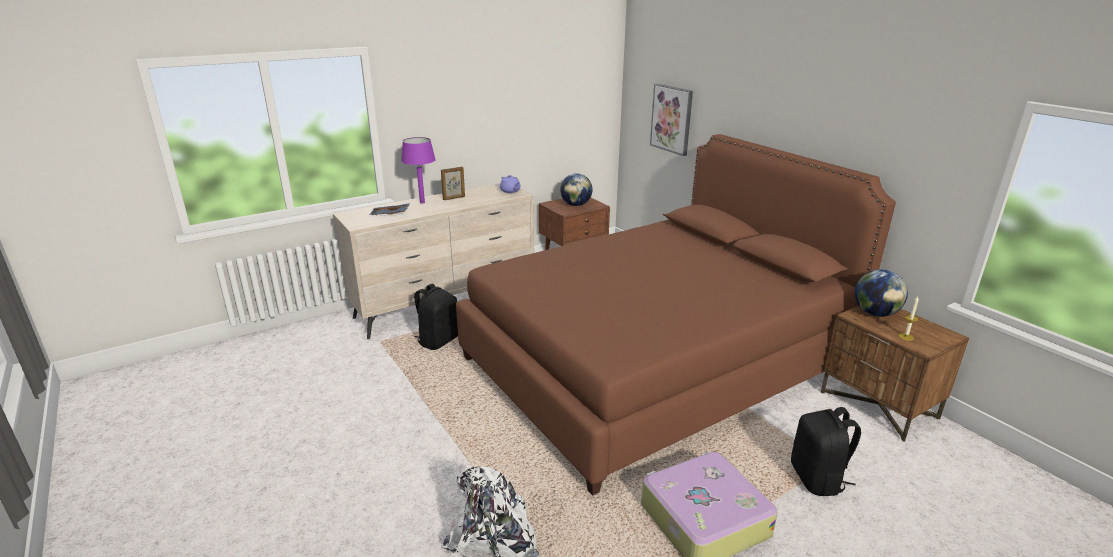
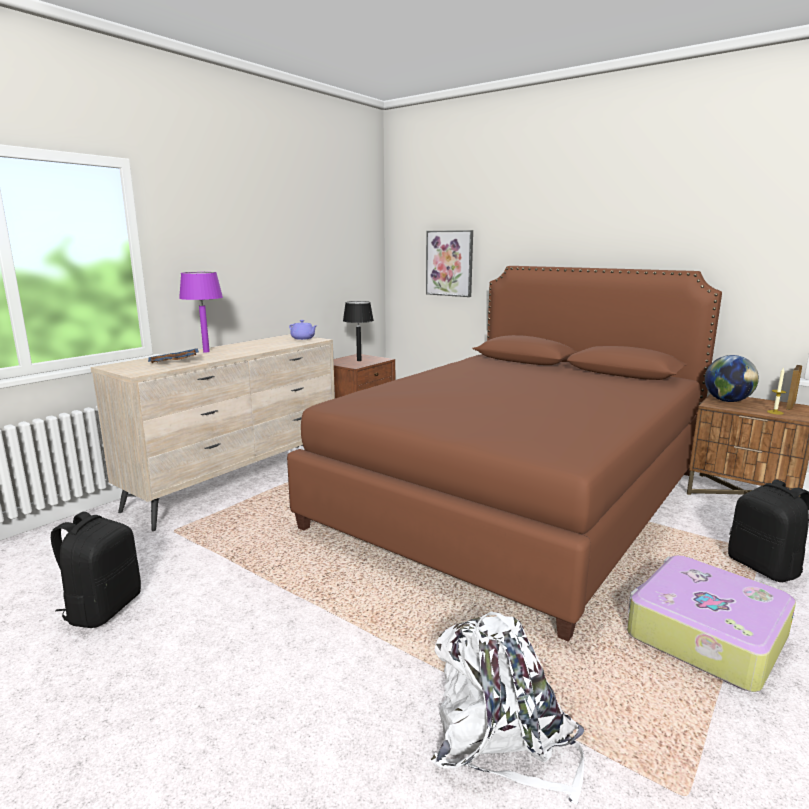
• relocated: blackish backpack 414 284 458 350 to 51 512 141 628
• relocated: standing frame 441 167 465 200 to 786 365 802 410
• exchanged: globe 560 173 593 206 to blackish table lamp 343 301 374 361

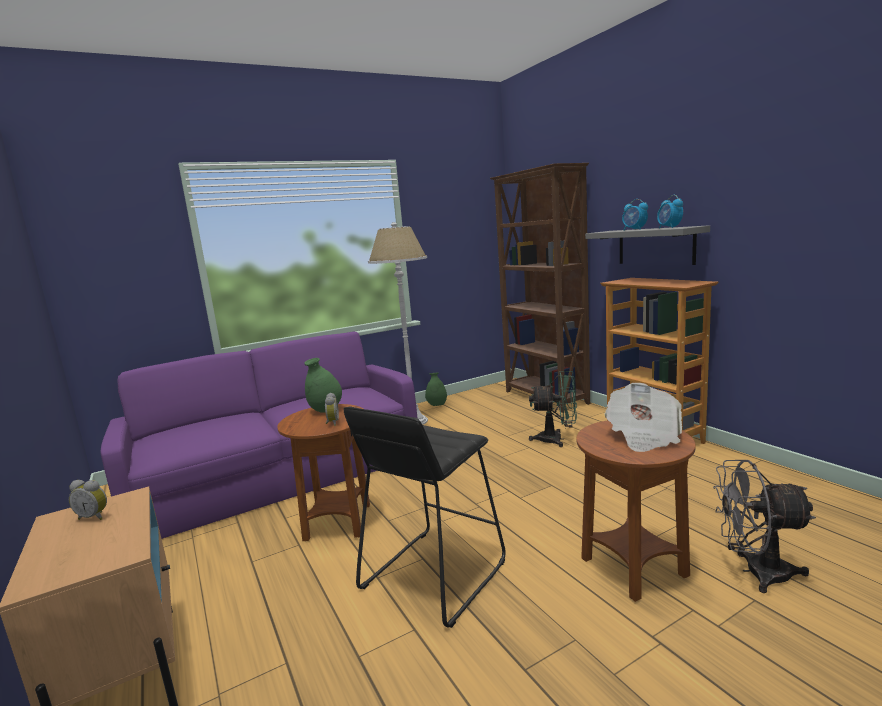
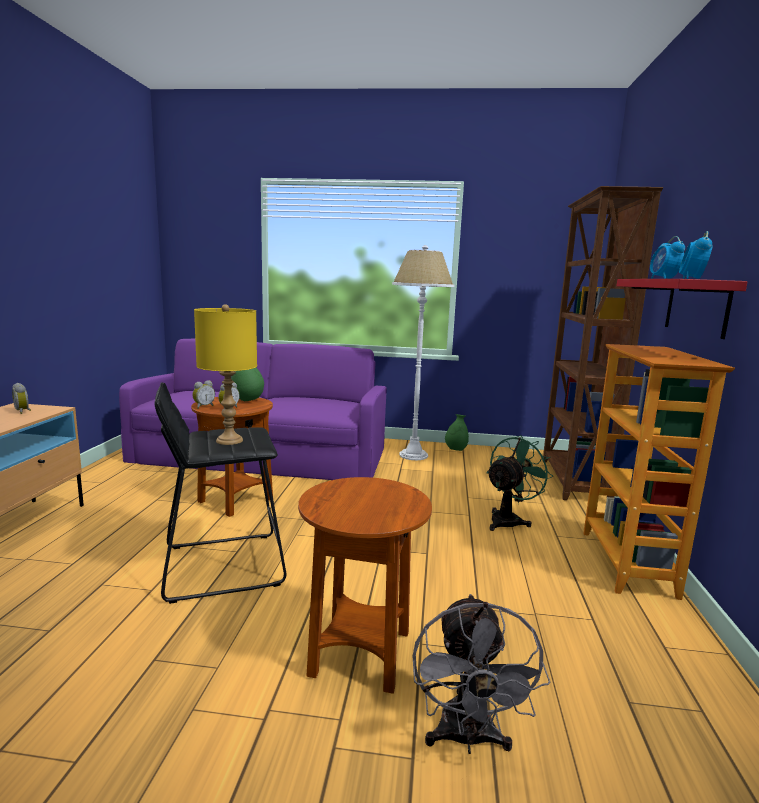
• missing: printed paper 605 383 682 452
• appeared: bedside clock 193 380 215 409
• appeared: yellow-coloured table lamp 194 304 257 445
• colour: greyish bracket shelf 585 225 710 265 to reddish bracket shelf 617 279 748 339
• spun: green-coloured cooling fan 529 371 577 447 = 486 435 553 531 90 degrees counterclockwise
• spun: greyish cooling fan 713 460 816 593 = 412 594 550 754 135 degrees counterclockwise

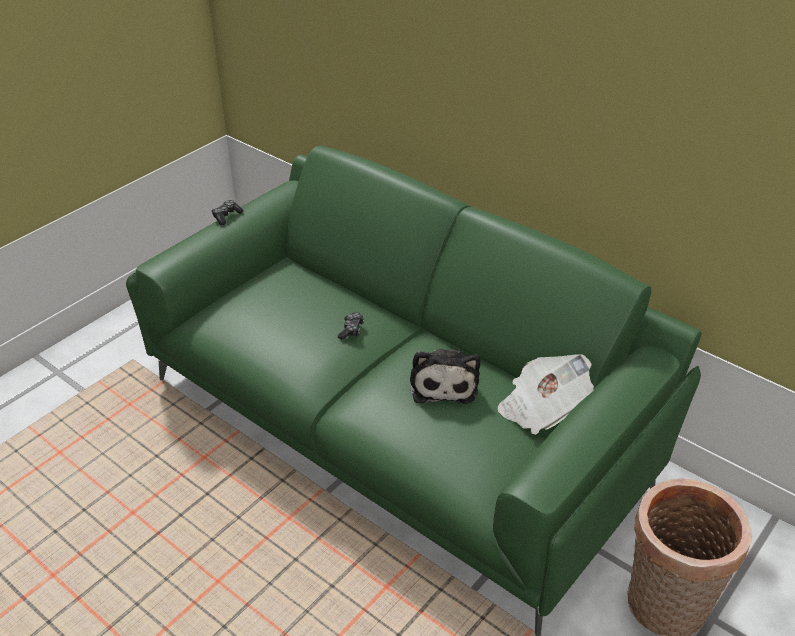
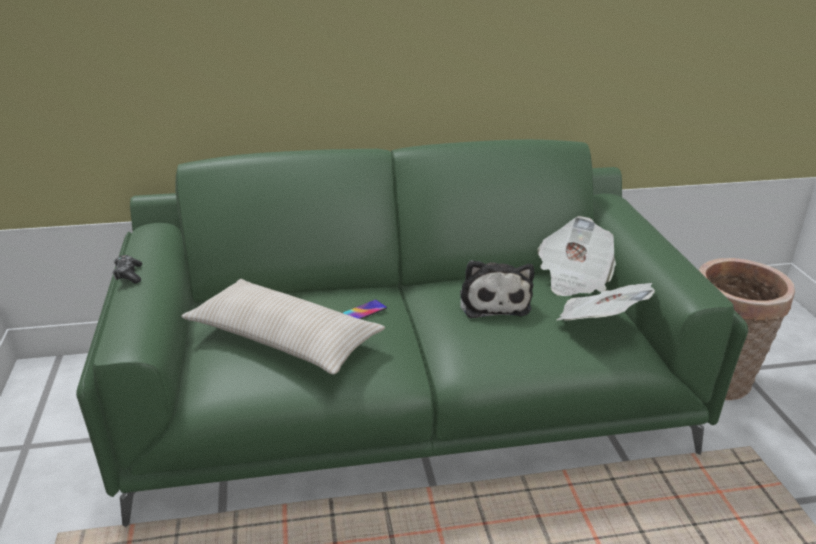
• appeared: beige-coloured cushion 182 279 385 374
• appeared: printed paper 556 283 655 321
• exchanged: joypad 338 312 364 339 to handset 343 300 387 319
• spun: plush toy 410 349 480 404 = 460 260 534 318 45 degrees clockwise

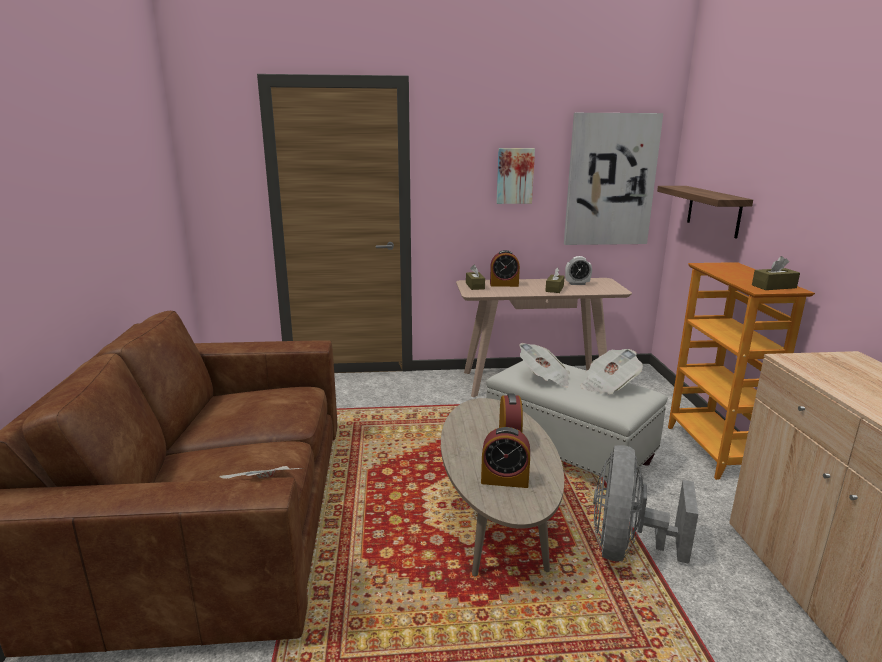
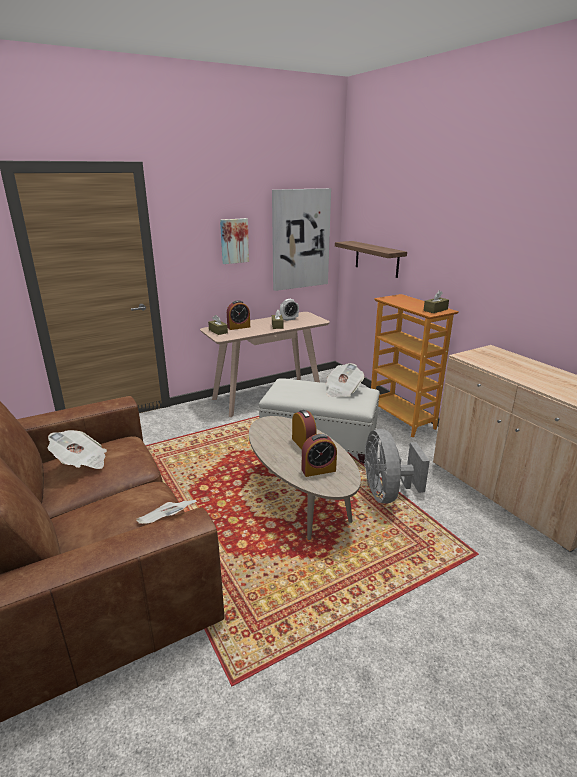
• relocated: printed paper 520 343 570 388 to 48 430 107 469

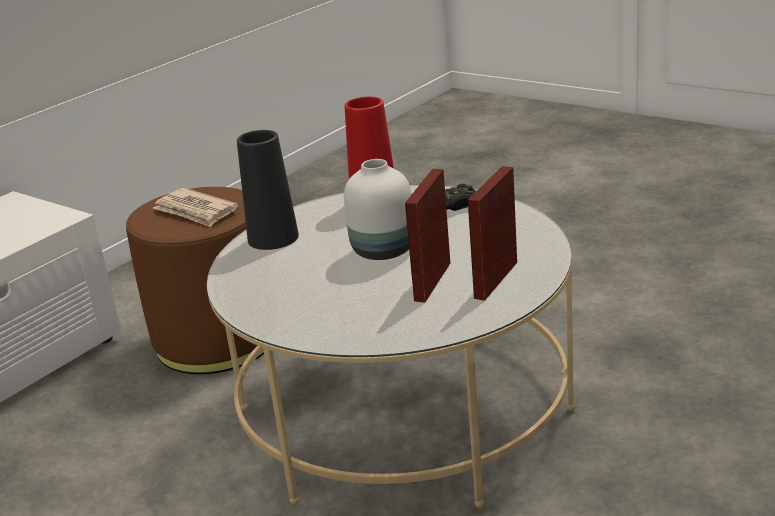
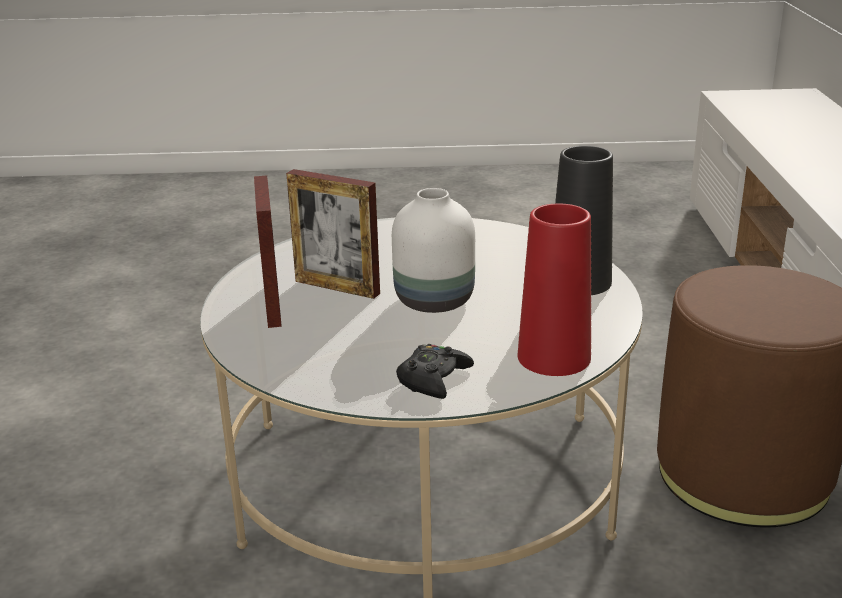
• missing: printed paper 153 188 238 227
• spun: standing frame 405 169 450 303 = 286 169 380 299 135 degrees clockwise

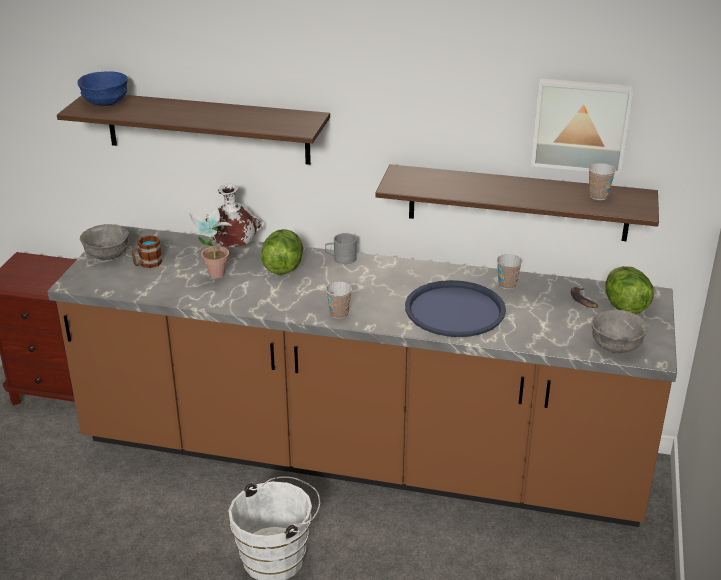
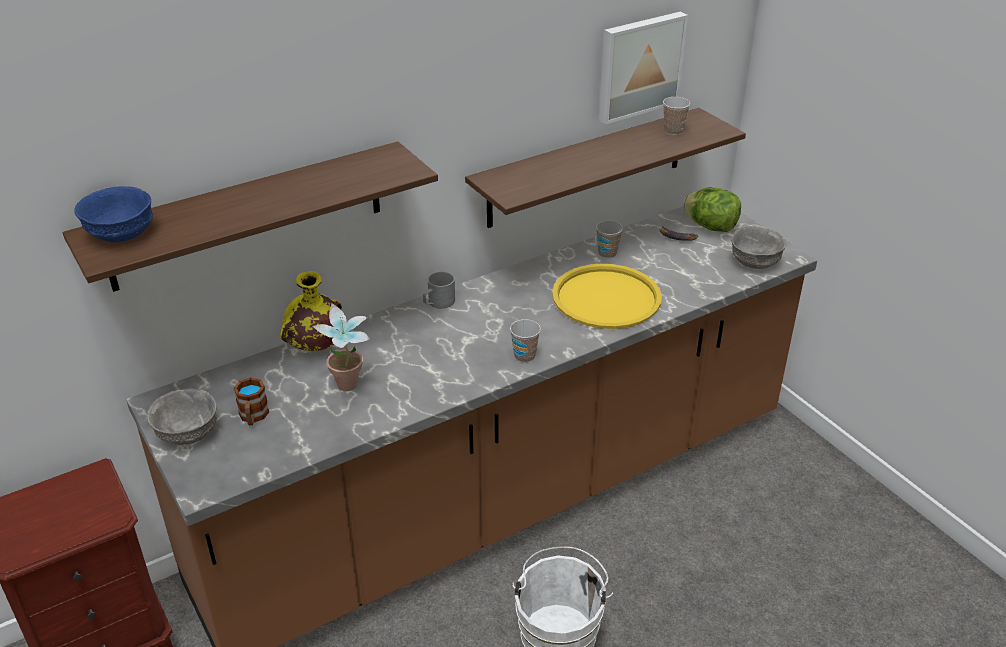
• missing: lettuce 261 229 303 275
• colour: whitish vase 205 184 262 247 to yellow-coloured vase 280 271 342 351
• colour: blue carrying tray 405 280 506 337 to yellow-coloured carrying tray 552 264 662 329

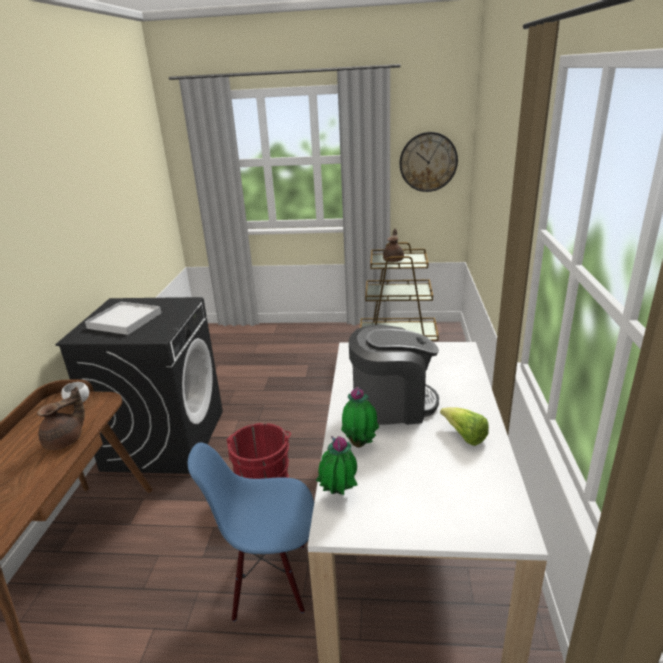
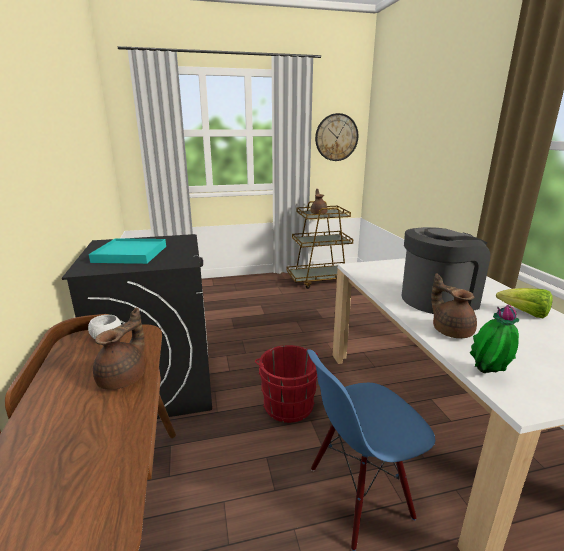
• exchanged: plant in a pot 341 387 379 447 to brown teapot 431 273 477 338
• colour: whitish carrying tray 85 302 161 335 to turquoise carrying tray 89 238 166 264

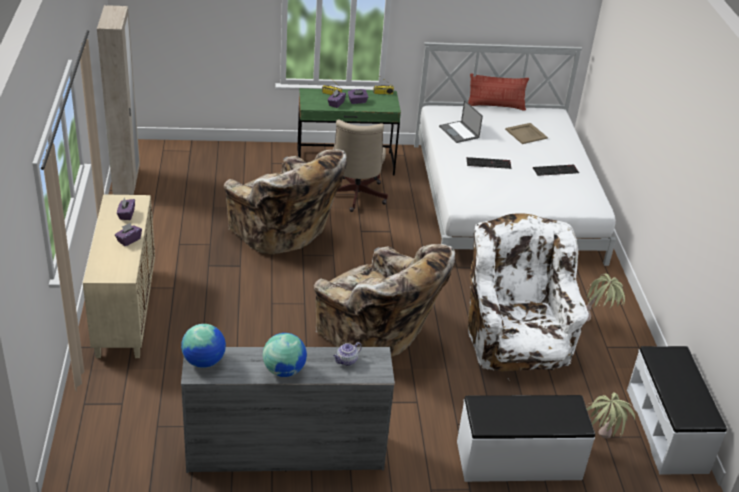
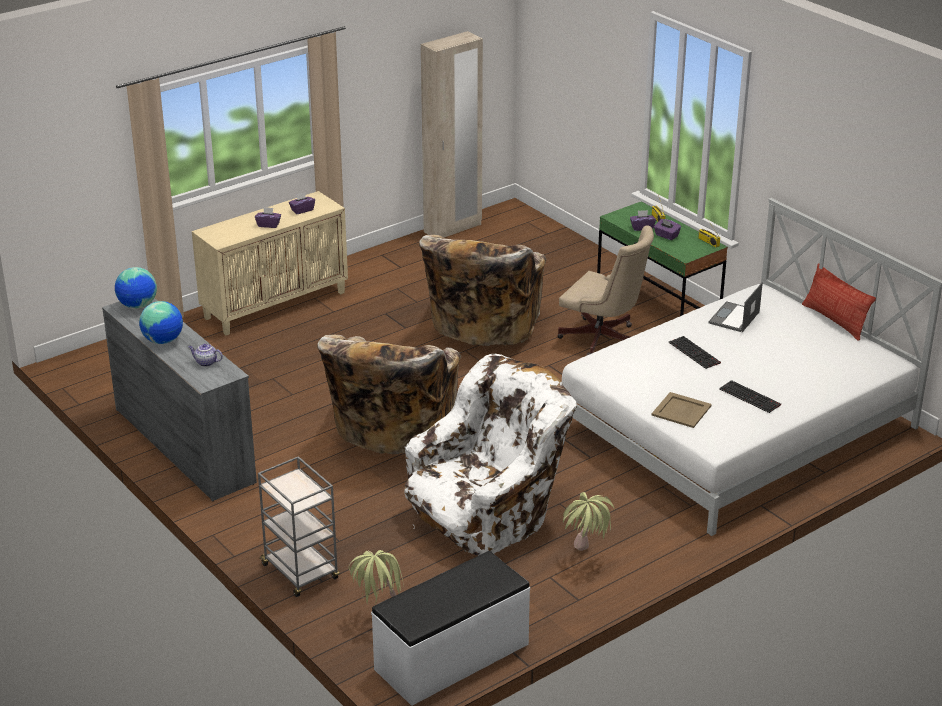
• relocated: beige-coloured carrying tray 505 123 548 144 to 651 392 712 428
• exchanged: whitish long seat 457 395 595 482 to greyish trolley 258 456 340 597
• spun: beige-coloured computer chair 333 119 388 212 = 557 225 654 356 120 degrees counterclockwise

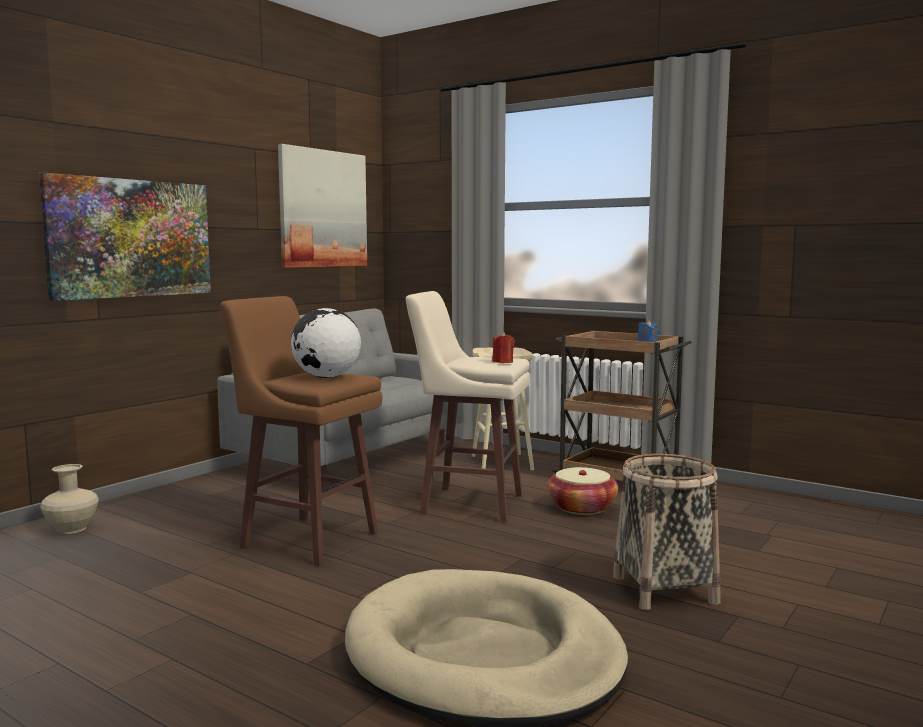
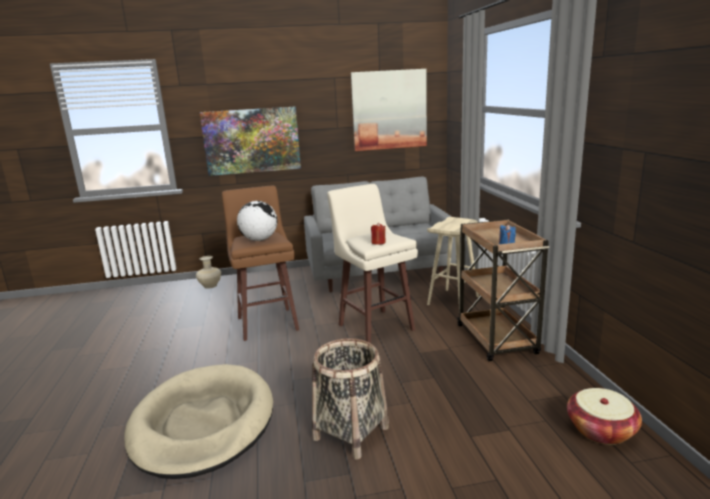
• relocated: household basket 547 467 618 515 to 567 388 642 445

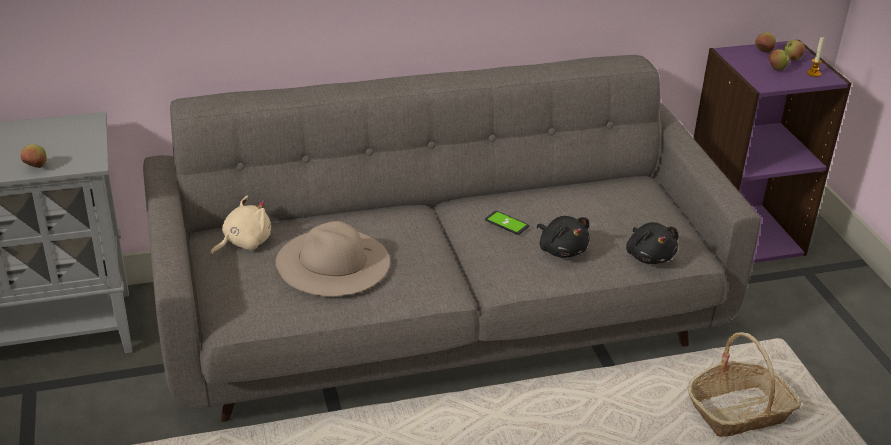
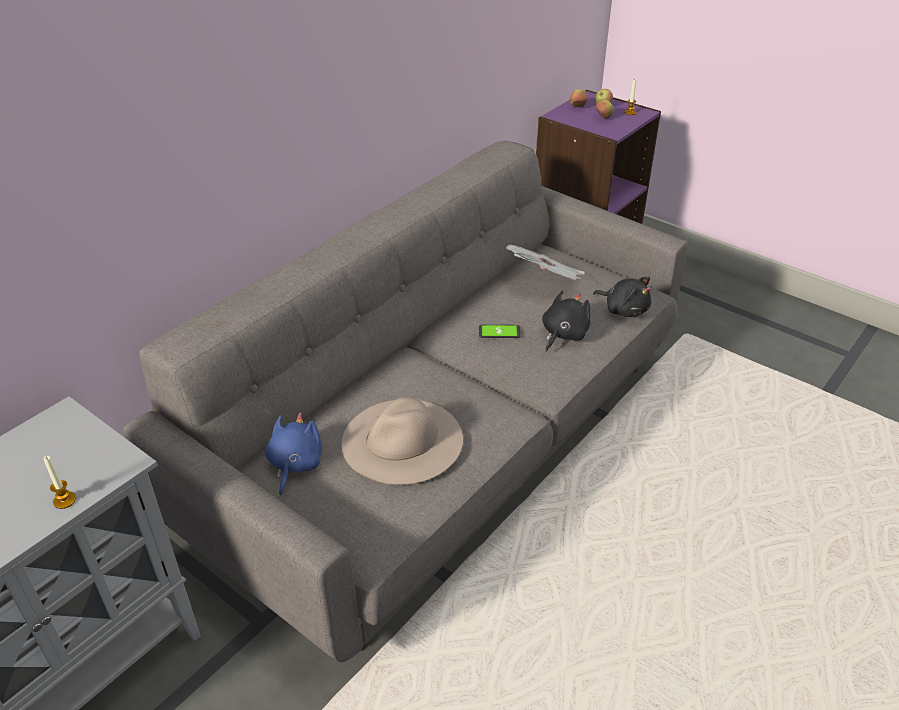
• missing: household basket 688 332 801 437
• appeared: printed paper 506 245 585 280
• exchanged: apple fruit 20 144 47 168 to candle 43 456 76 509
• colour: beige-coloured plush toy 210 196 271 255 to blue plush toy 265 412 322 495
• spun: blackish plush toy 537 216 590 258 = 542 290 590 351 75 degrees counterclockwise

